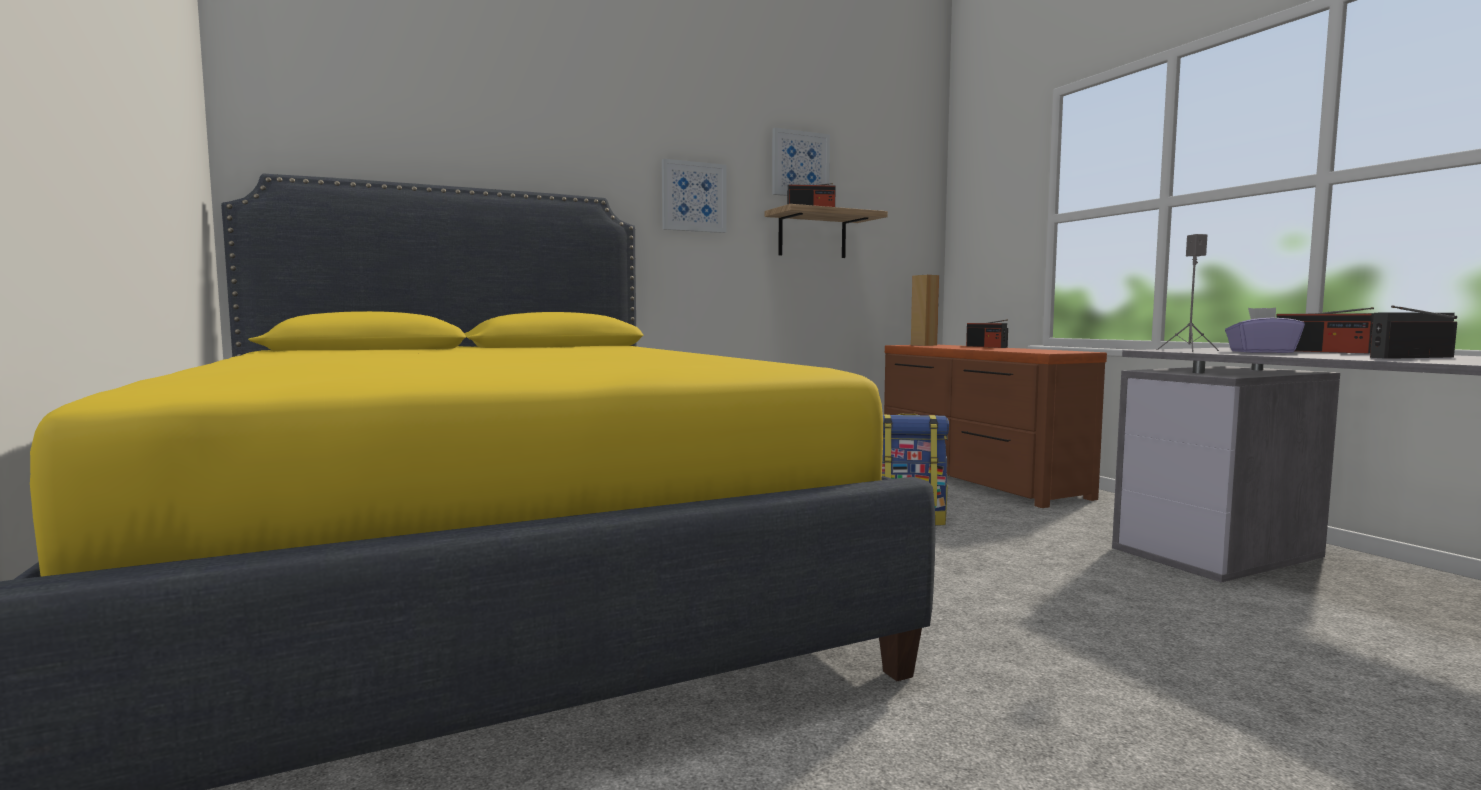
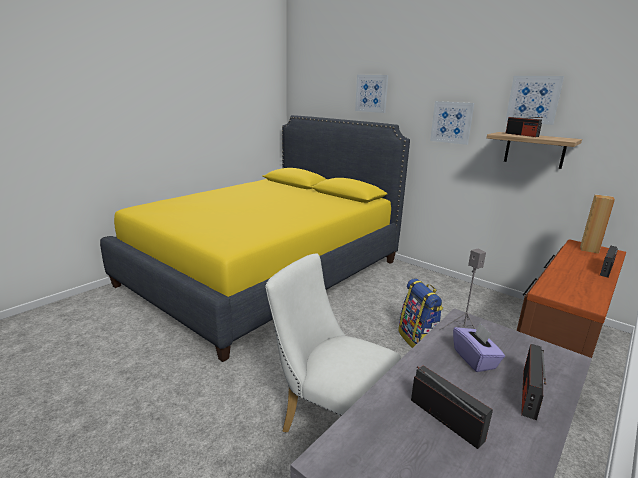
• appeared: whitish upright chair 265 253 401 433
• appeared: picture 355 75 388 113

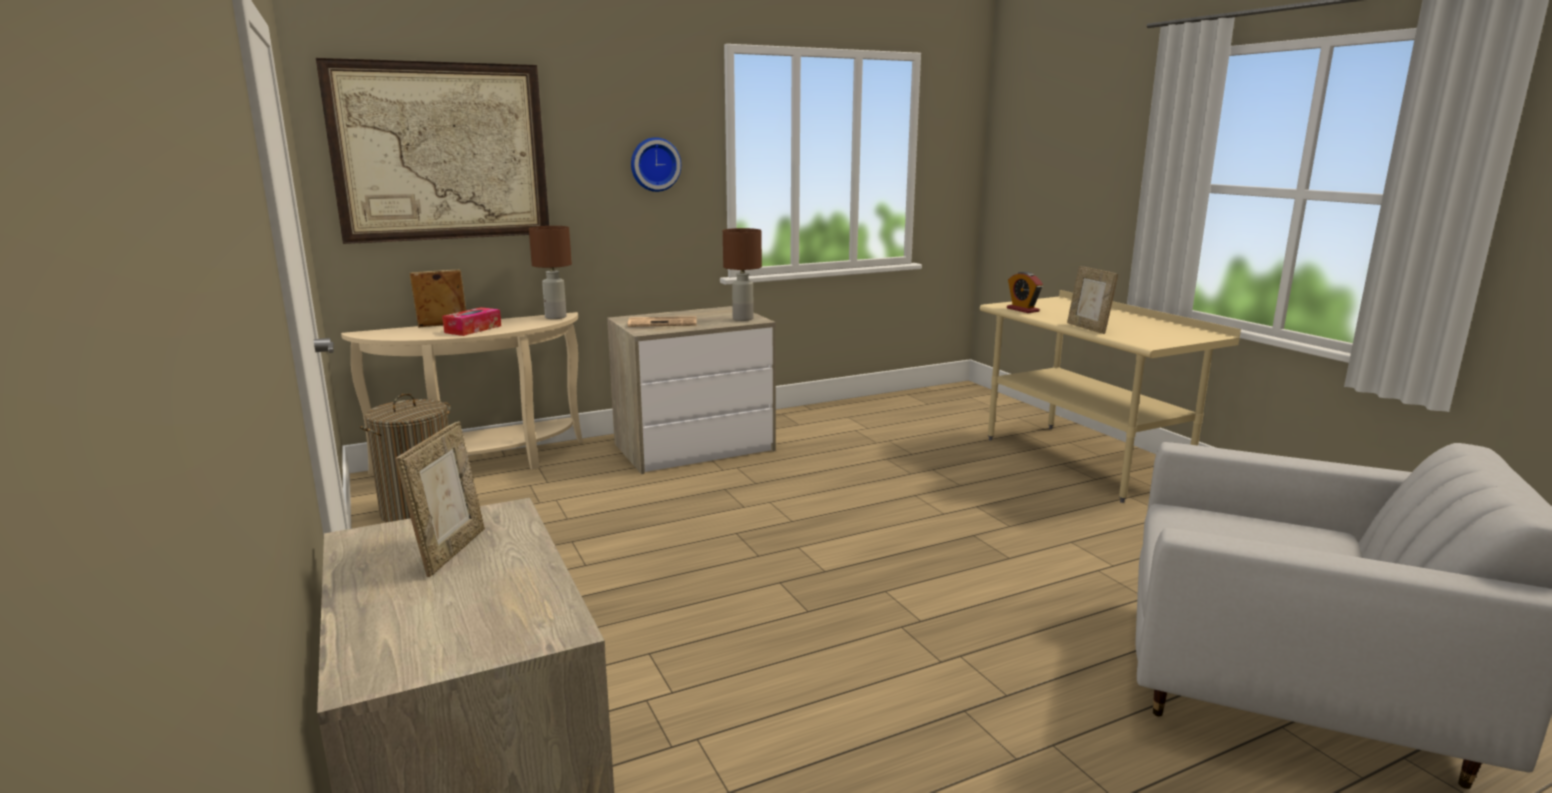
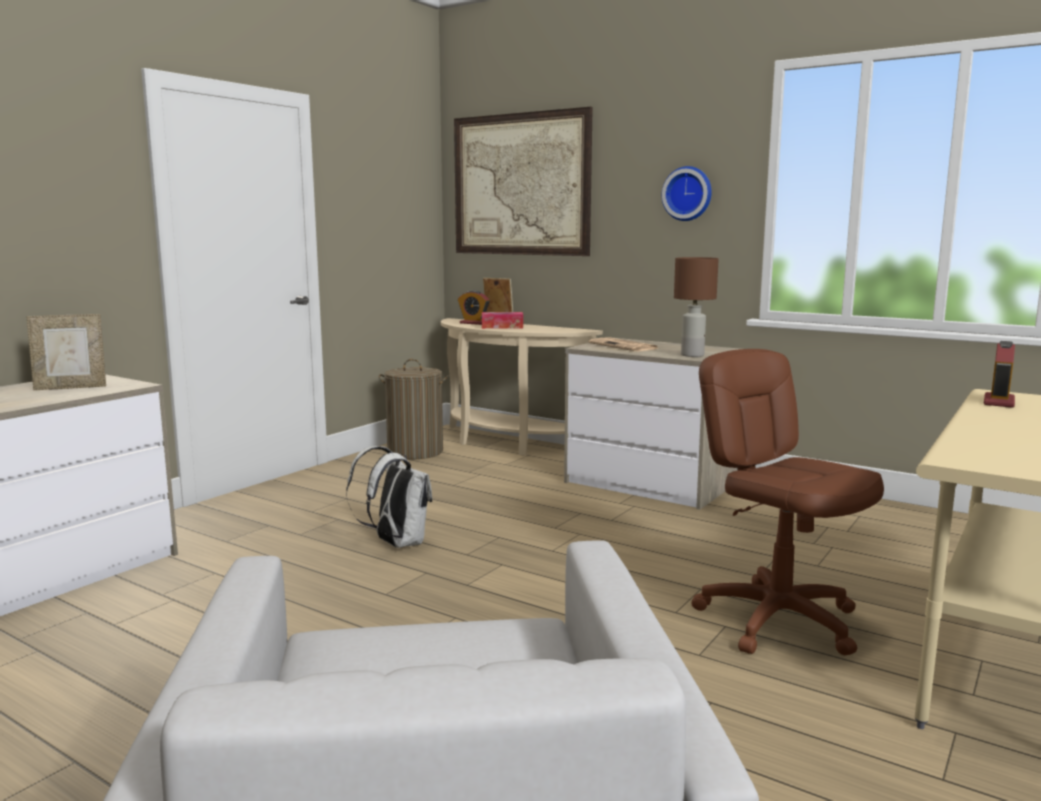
• missing: brown table lamp 529 226 572 319
• missing: standing frame 1067 266 1118 334
• appeared: whitish backpack 346 446 432 548
• appeared: bedside clock 458 290 490 325
• appeared: brown computer chair 692 349 884 655

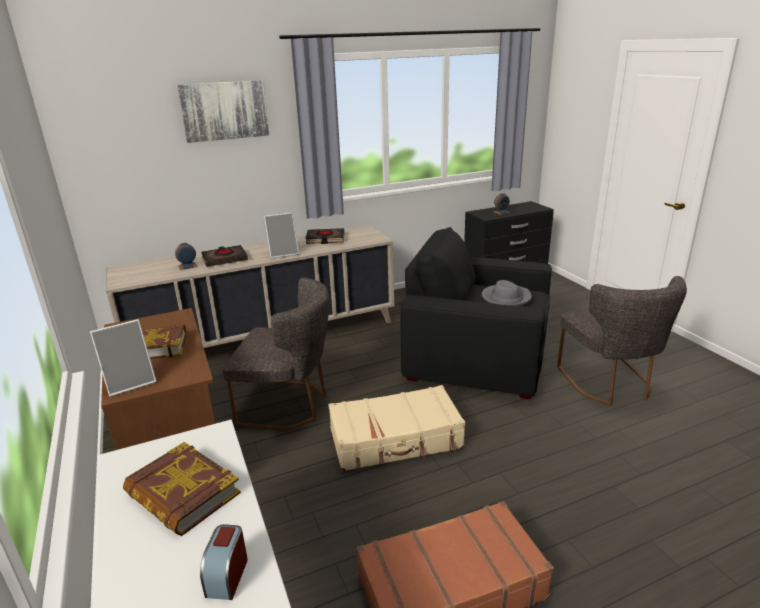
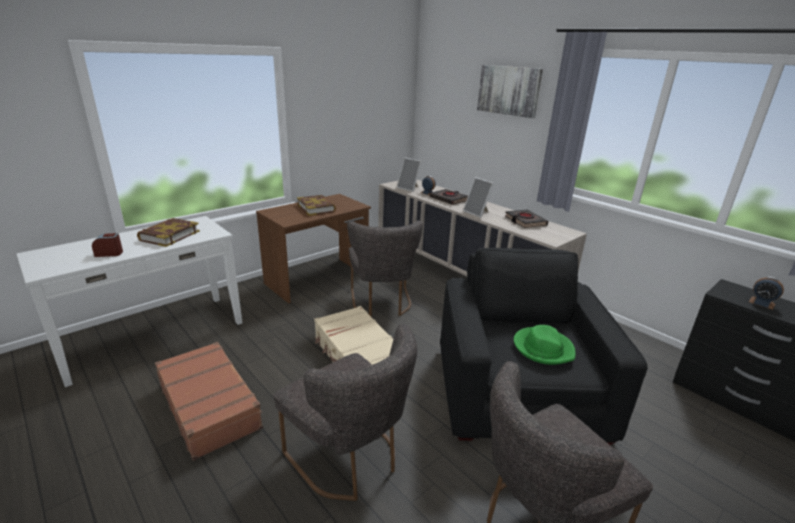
• appeared: greyish upright chair 273 324 417 501
• relocated: standing frame 90 319 157 397 to 397 157 422 192
• colour: greyish clothing hat 482 280 532 306 to green-coloured clothing hat 514 325 576 365

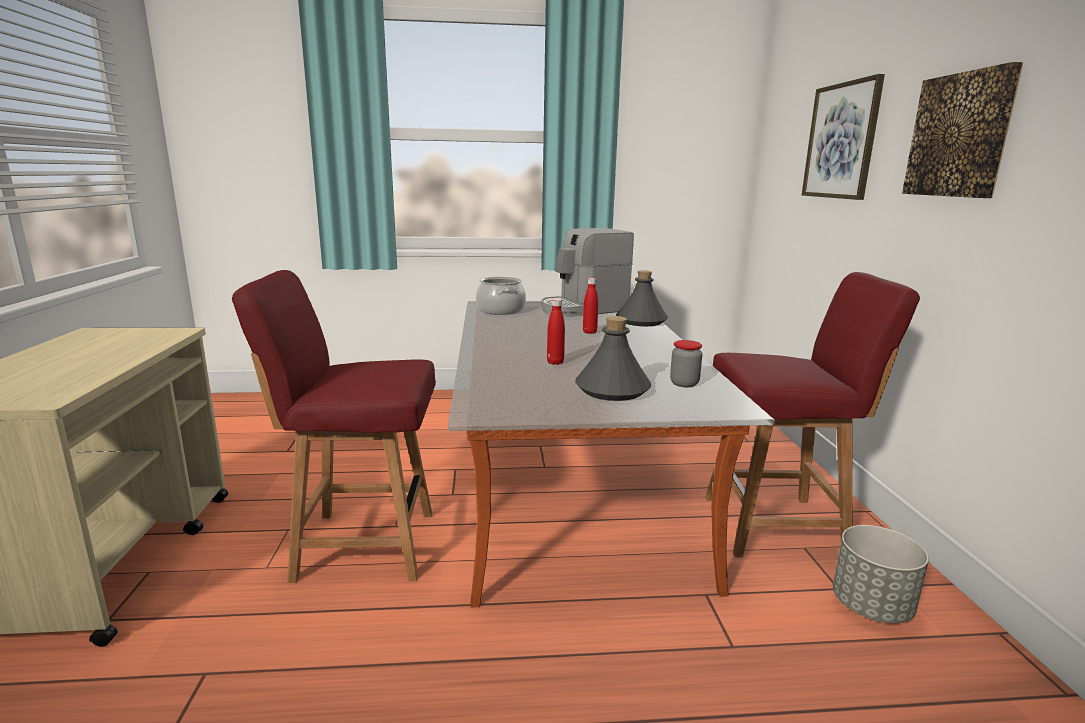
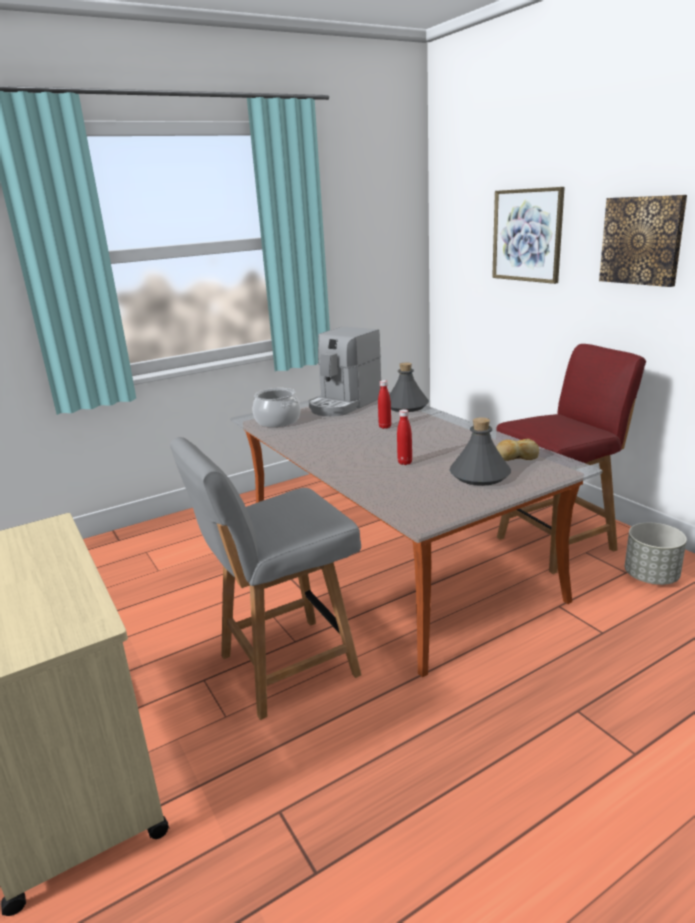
• exchanged: preserve jar 670 340 702 387 to baked bread 496 439 539 461
• colour: reddish upright chair 232 270 436 583 to greyish upright chair 170 437 362 720

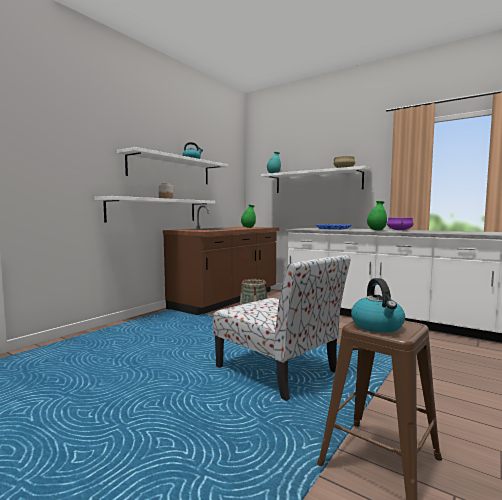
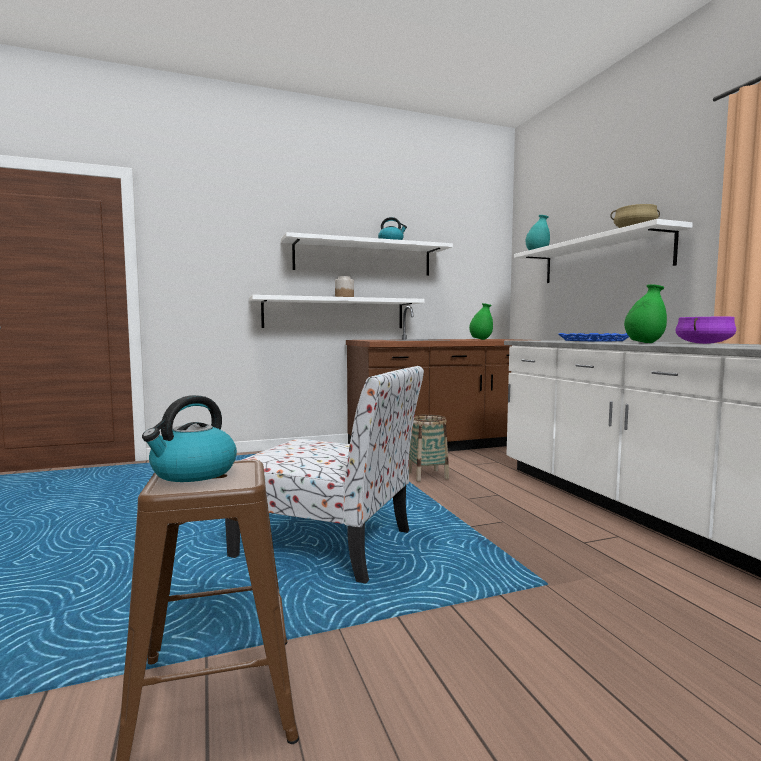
• spun: upright chair 213 255 351 401 = 225 366 424 584 60 degrees counterclockwise

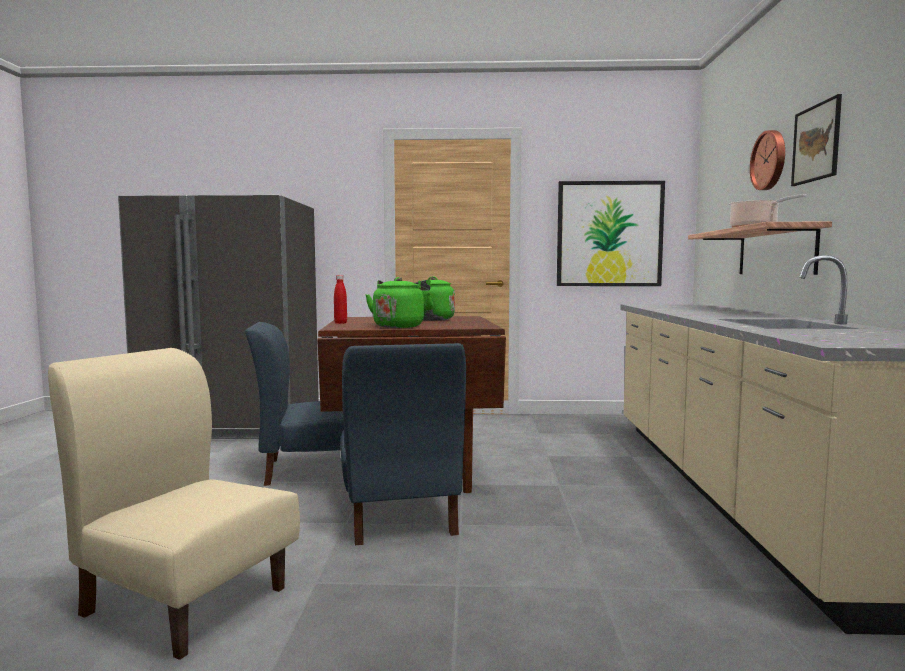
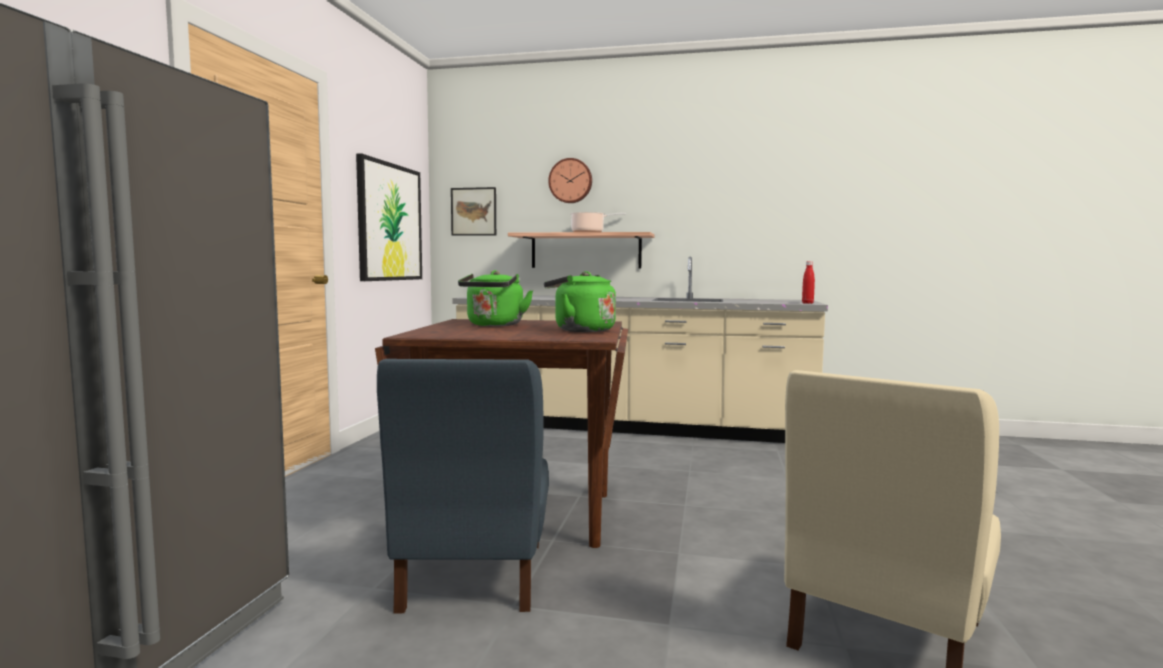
• missing: blue upright chair 340 343 466 546
• relocated: reddish bottle 334 275 347 324 to 802 261 815 304
• relocated: picture 791 94 842 186 to 451 187 496 236

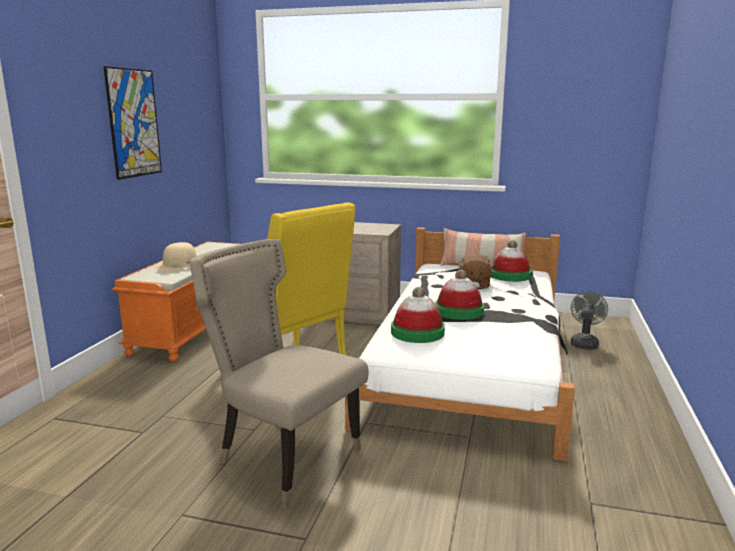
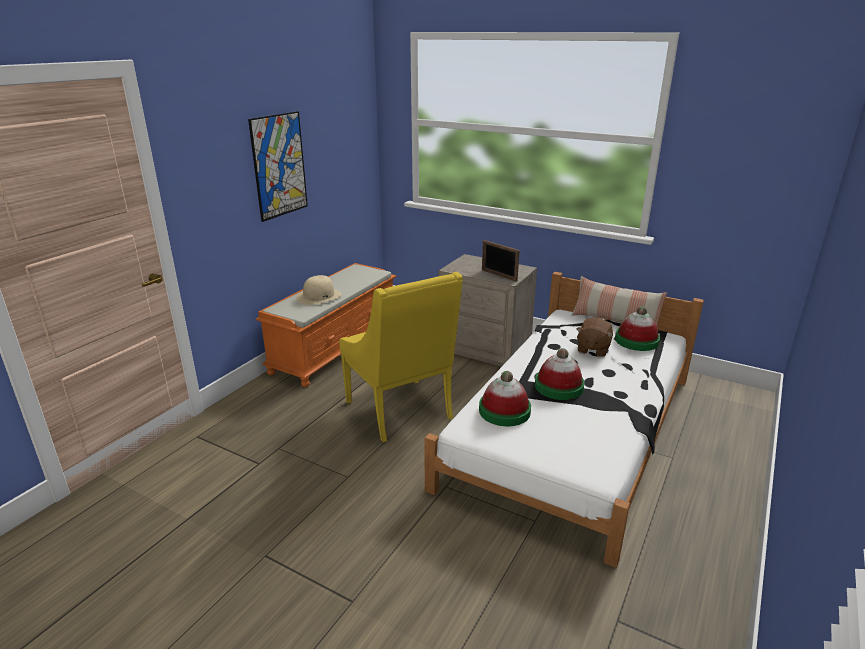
• missing: beige-coloured upright chair 190 239 368 509
• missing: greyish cooling fan 571 291 608 350
• appeared: standing frame 482 240 520 282

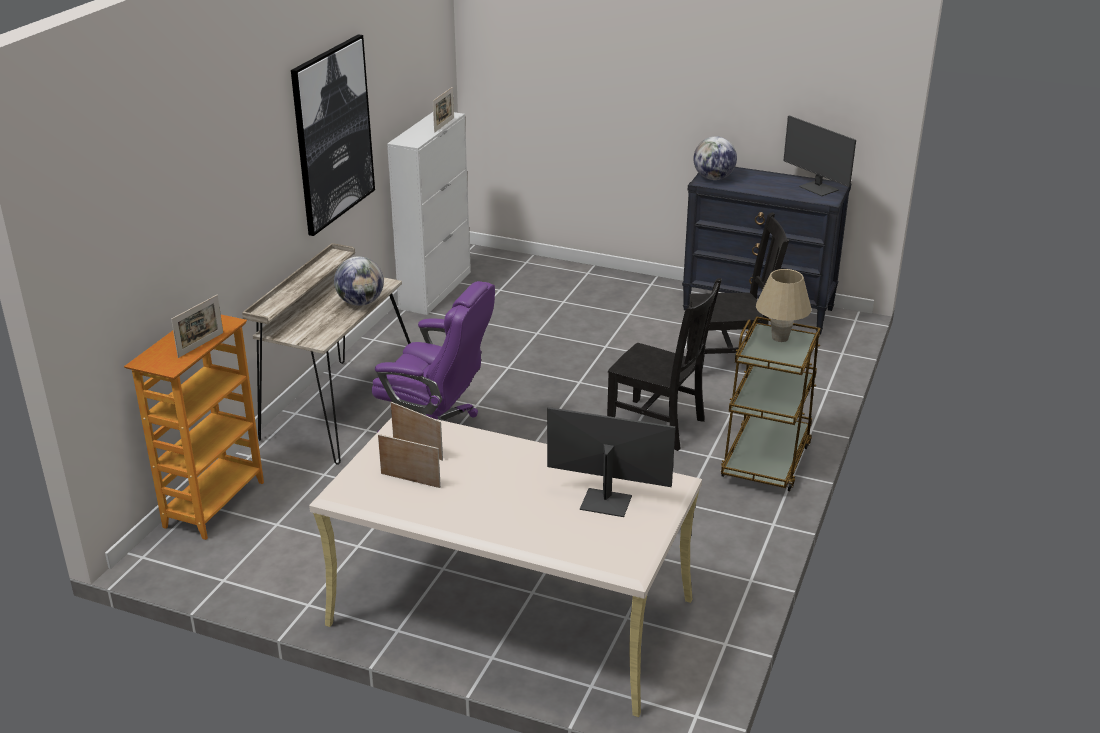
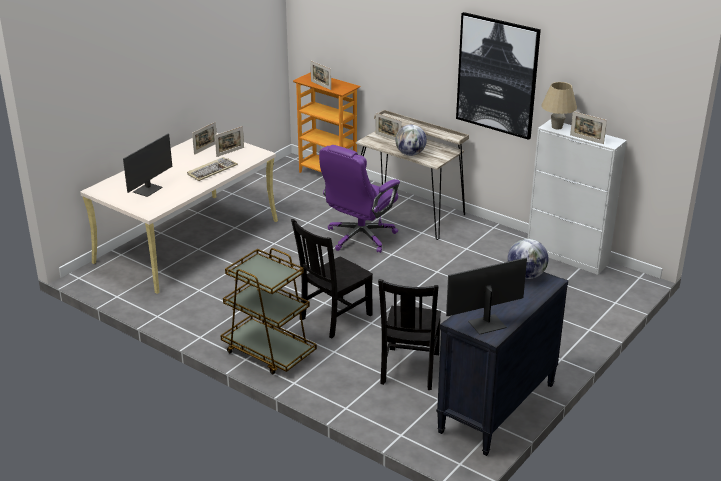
• appeared: computer keyboard 187 157 238 181
• appeared: standing frame 376 113 402 140
• relocated: beige-coloured table lamp 756 269 811 342 to 541 82 577 130

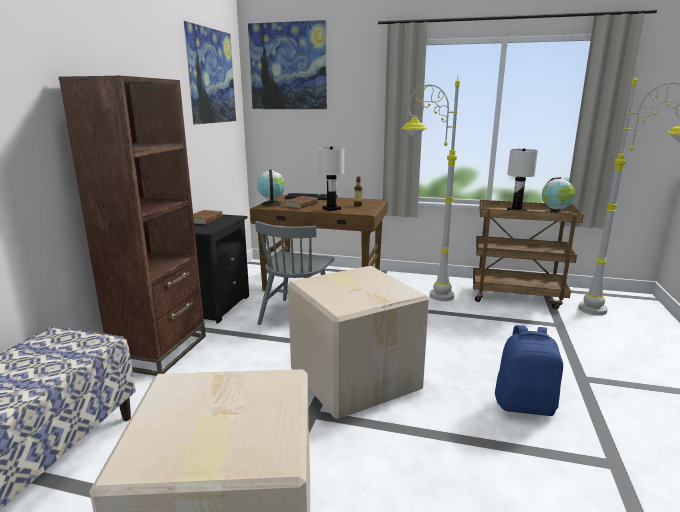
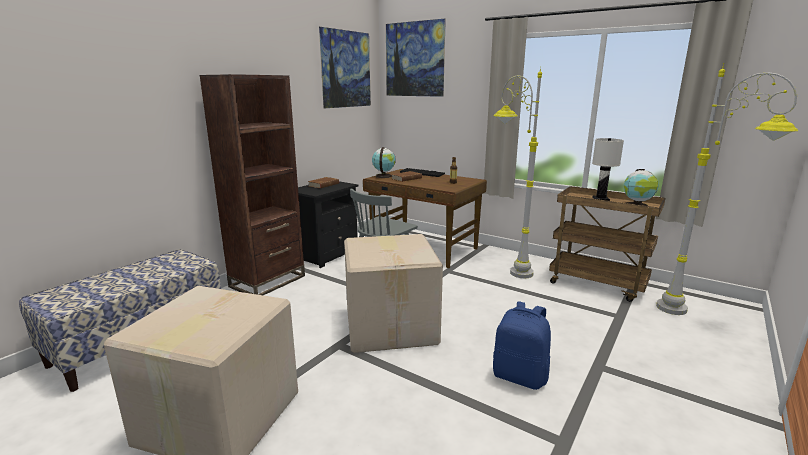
• missing: whitish table lamp 318 147 344 211

